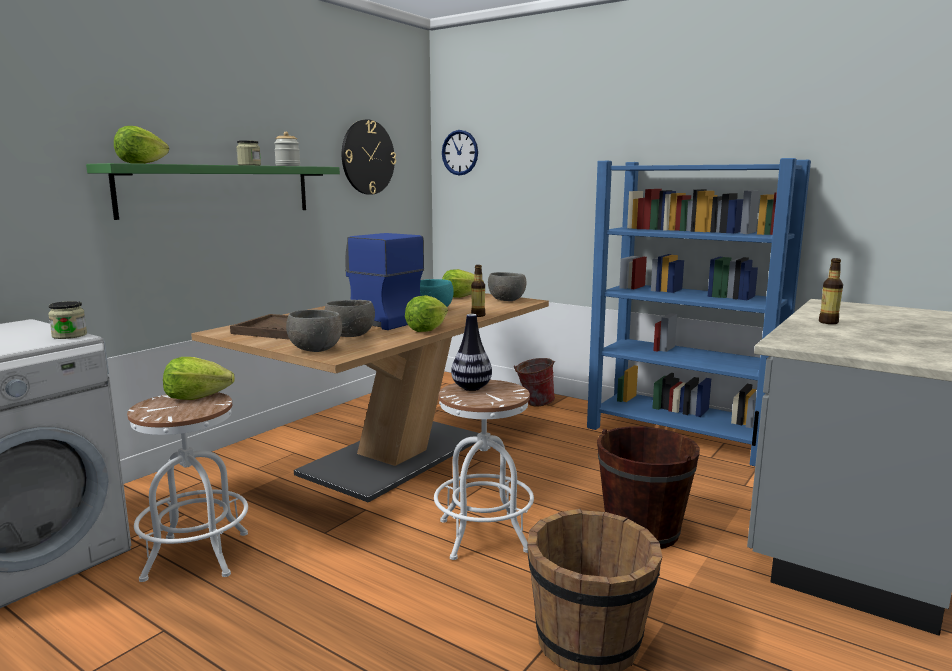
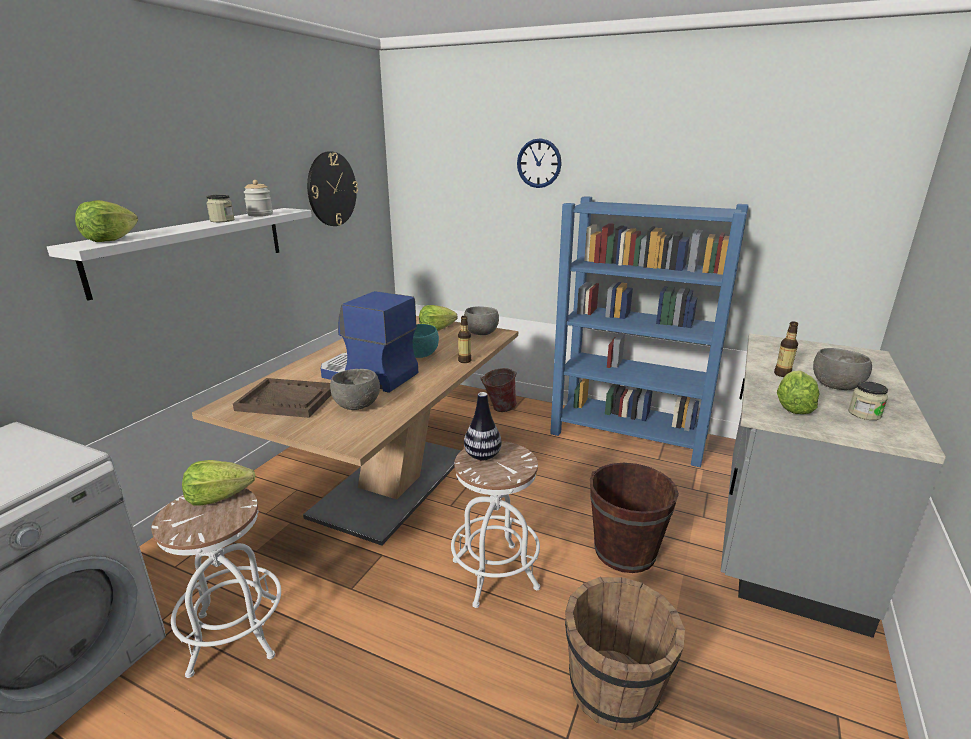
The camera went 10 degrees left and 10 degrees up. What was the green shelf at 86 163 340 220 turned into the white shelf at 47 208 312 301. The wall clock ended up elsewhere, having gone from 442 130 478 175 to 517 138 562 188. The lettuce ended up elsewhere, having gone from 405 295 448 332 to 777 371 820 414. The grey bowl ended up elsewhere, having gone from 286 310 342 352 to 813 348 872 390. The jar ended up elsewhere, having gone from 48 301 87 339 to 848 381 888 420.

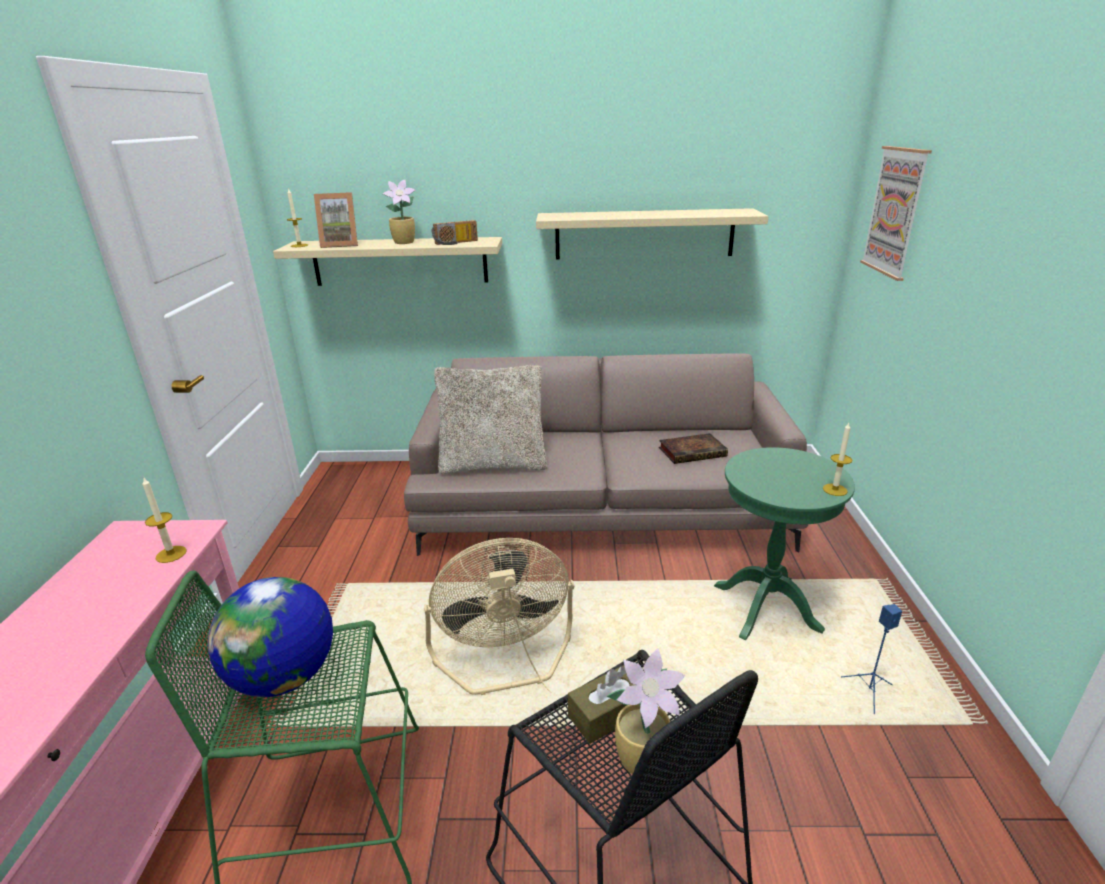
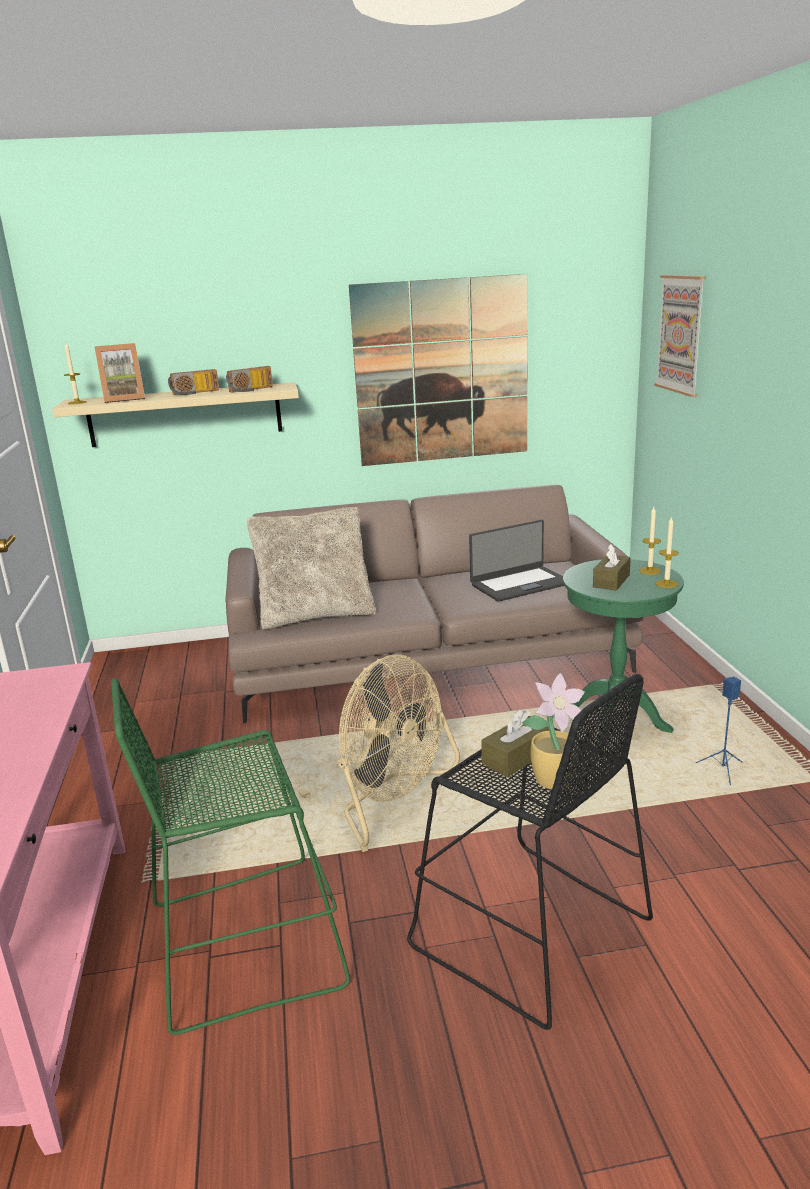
The camera went 10 degrees left and 5 degrees down. Where the potted plant stood at 383 180 416 244, the radio came to stand at 168 369 219 395. The beige fan at 424 538 574 731 ended up facing another way, 150 degrees clockwise from before. Where the beige shelf hung at 536 208 769 260, the picture came to hang at 349 274 528 466. Where the book stood at 659 433 728 464, the laptop came to stand at 469 520 564 602. The second view gained the brown tissue box at 593 544 631 591. The candle ended up elsewhere, having gone from 142 476 187 563 to 639 507 661 575. The second view lost the globe at 207 577 333 697.

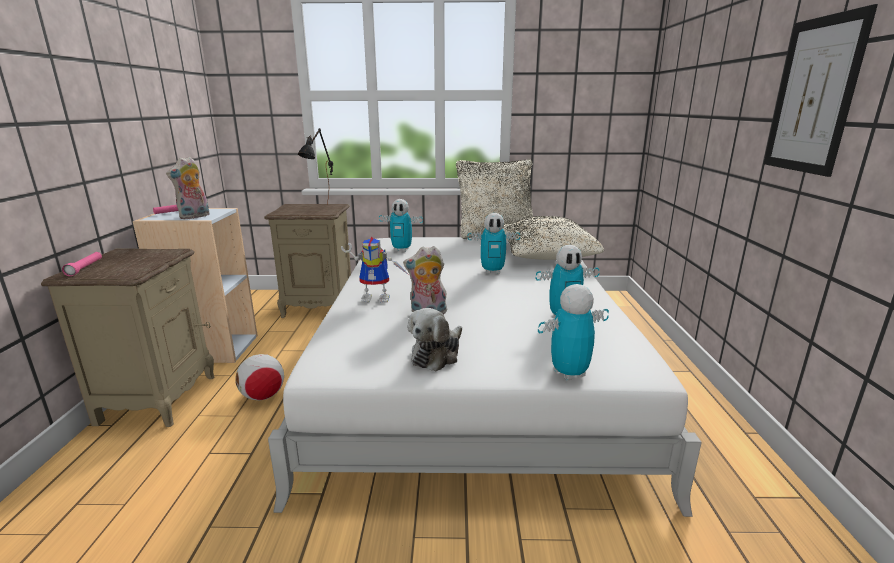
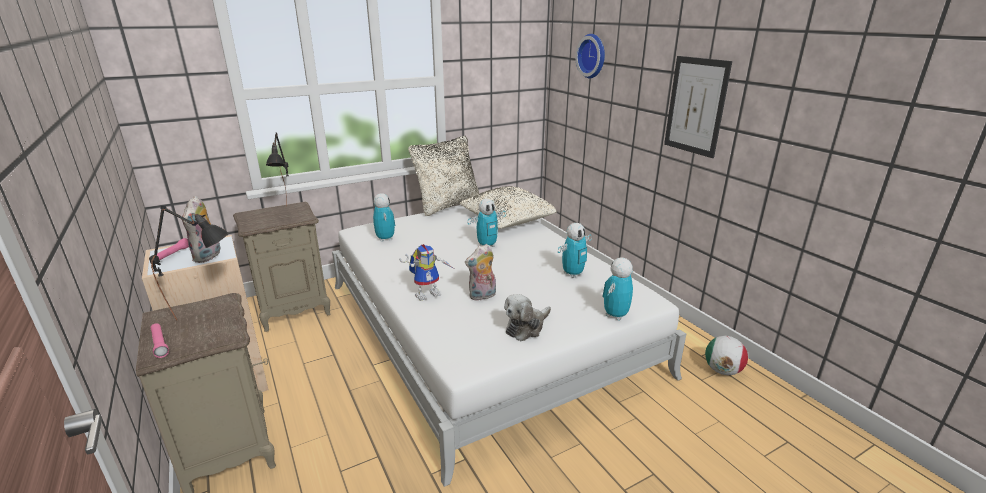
The camera went 30 degrees left and 5 degrees up. The second view gained the black table lamp at 149 205 229 321. The toy robot at 379 199 423 252 ended up facing another way, 90 degrees counterclockwise from before. The plush toy at 408 308 462 371 ended up facing another way, 45 degrees clockwise from before. The second view gained the wall clock at 575 34 605 78. The football ended up elsewhere, having gone from 235 354 284 401 to 705 336 748 375.

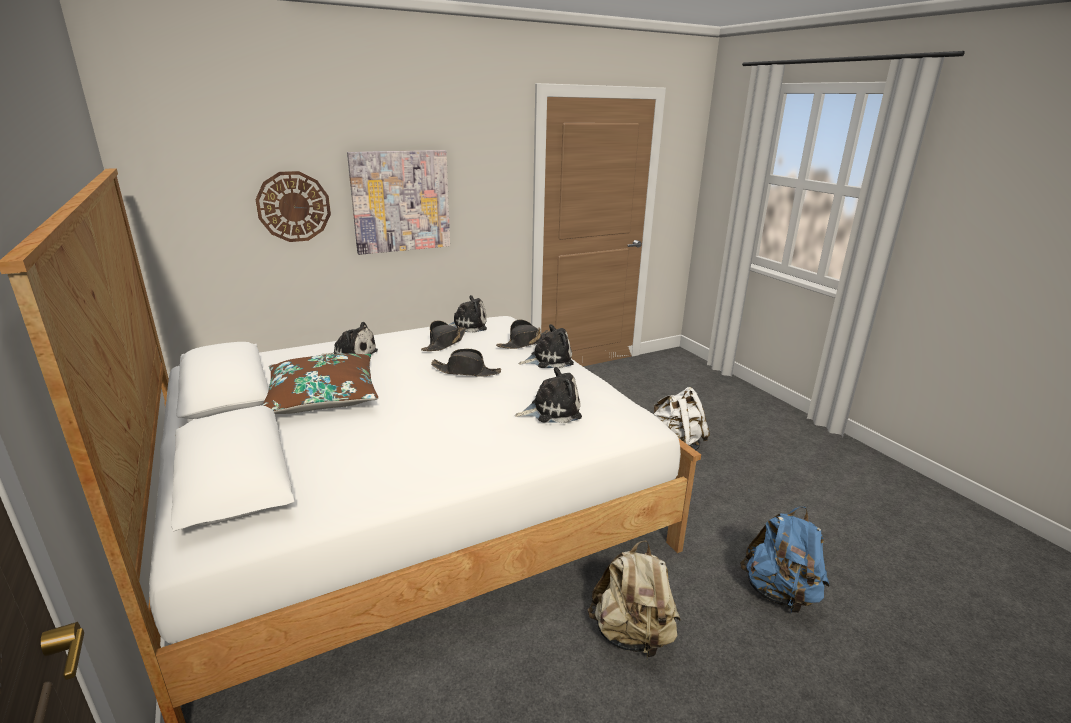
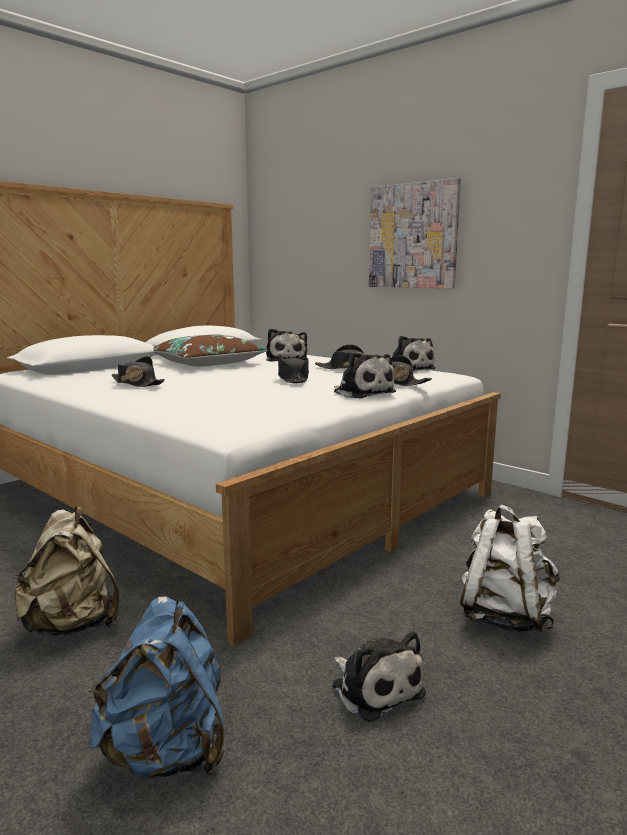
The camera went 70 degrees right and 10 degrees down. The second view gained the black hat at 112 356 165 387. The plush toy ended up elsewhere, having gone from 515 367 582 423 to 332 631 426 722. The second view lost the wall clock at 255 171 331 242.

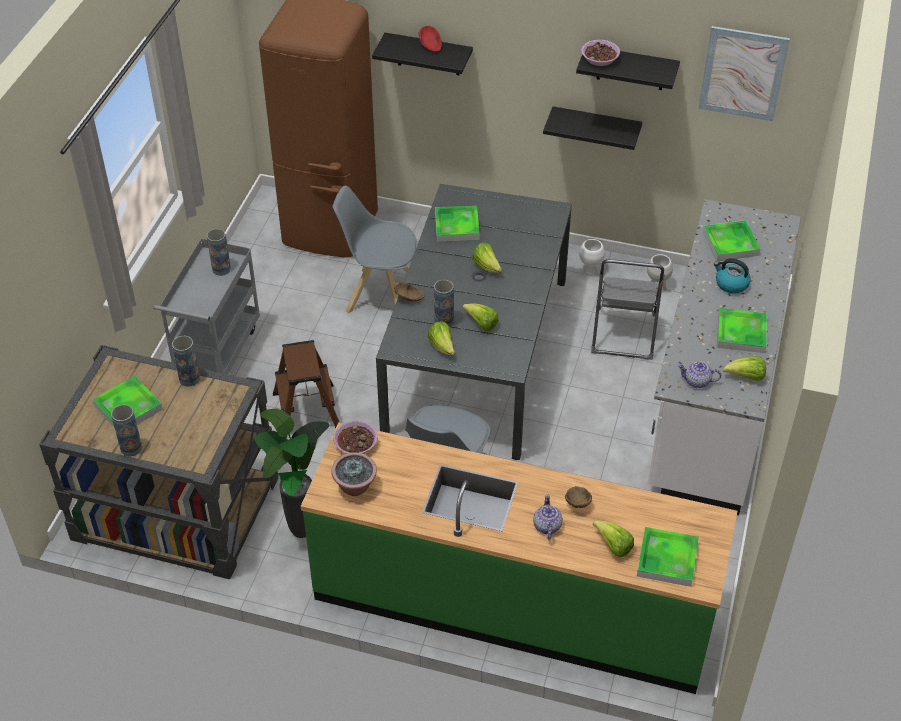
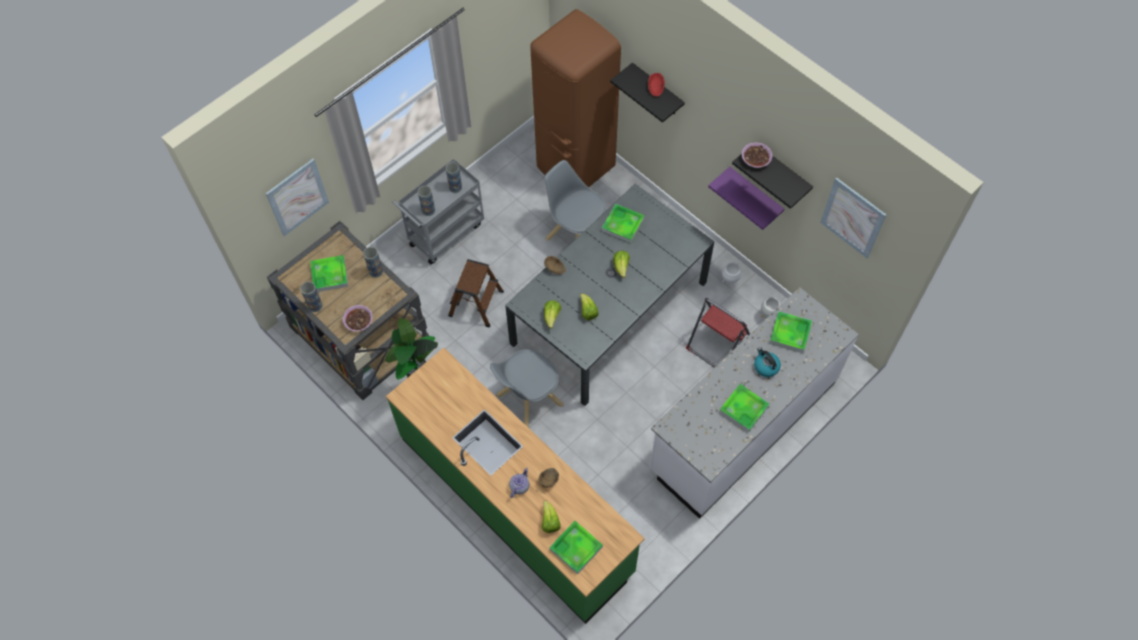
The camera went 30 degrees right and 15 degrees up. The second view gained the picture at 266 159 329 236. The bowl ended up elsewhere, having gone from 333 420 378 454 to 343 305 373 331. The vase ended up elsewhere, having gone from 434 280 454 327 to 418 186 435 216. What was the grey step ladder at 591 259 664 360 turned into the red step ladder at 686 298 750 368. What was the black shelf at 543 106 642 150 turned into the purple shelf at 708 167 784 230. The second view lost the potted plant at 331 452 377 496. The second view lost the teapot at 678 361 721 388. The second view lost the lettuce at 723 356 766 381.

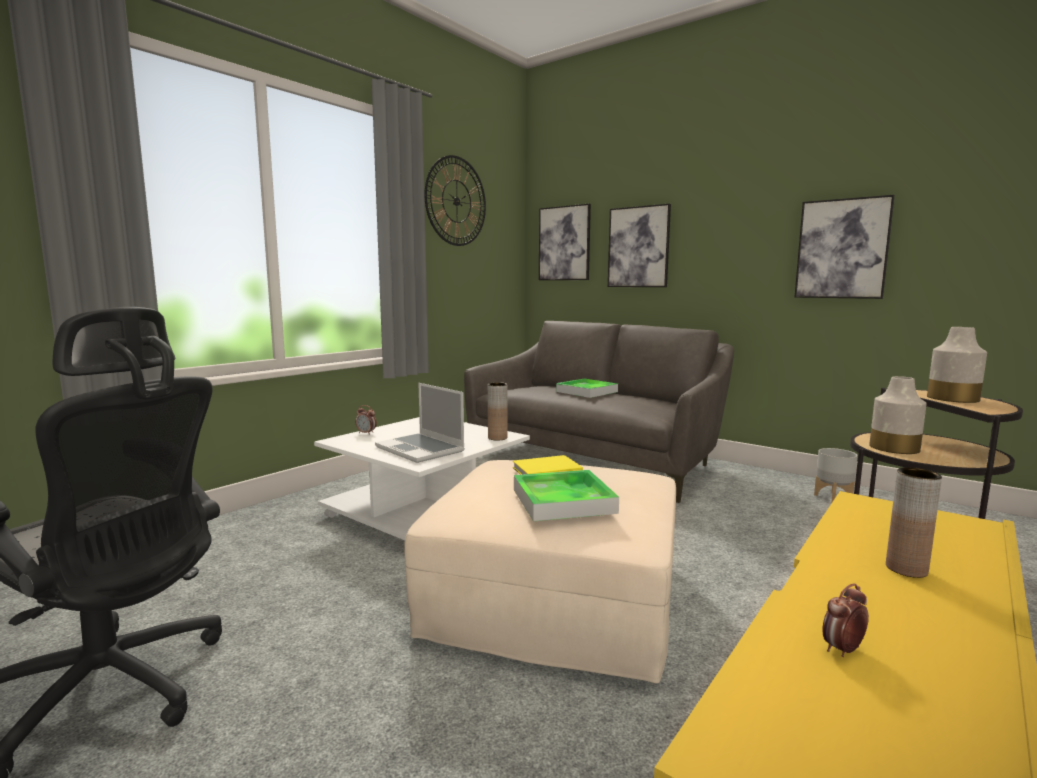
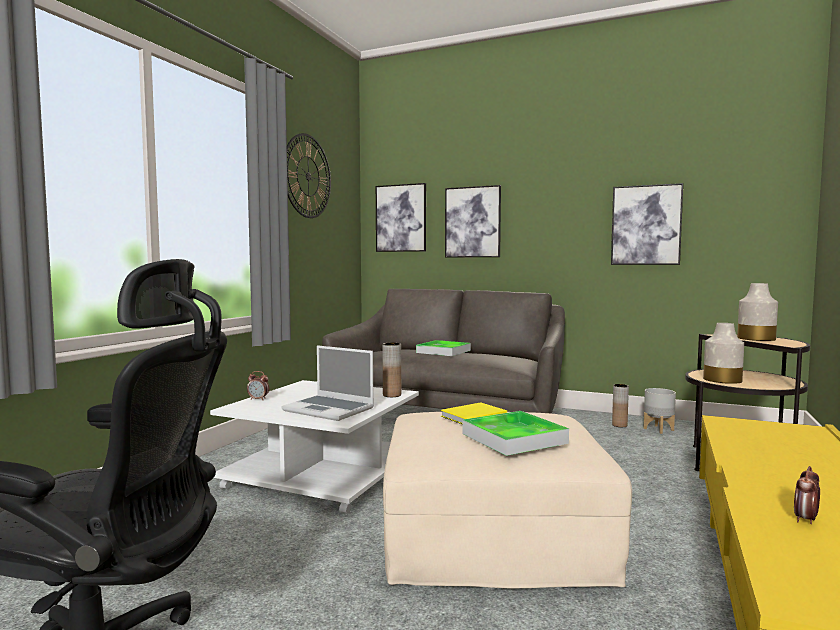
The camera went 15 degrees left and 5 degrees down. The brown vase ended up elsewhere, having gone from 886 467 942 578 to 612 384 629 427.

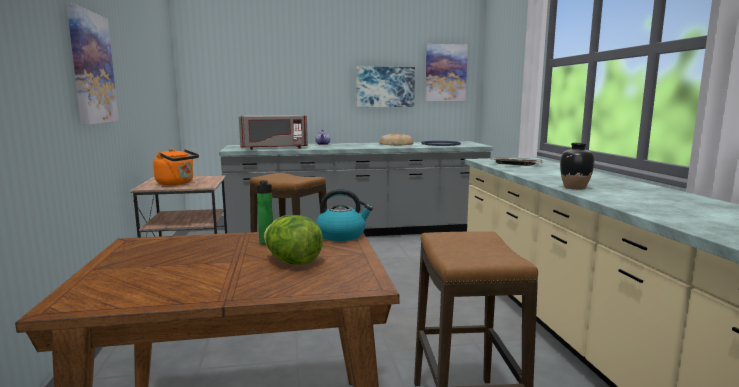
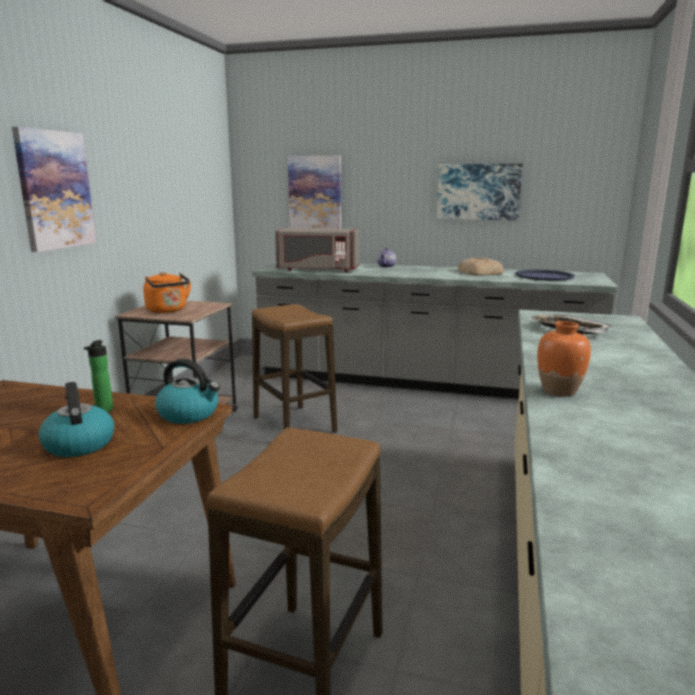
The camera went 25 degrees right and 5 degrees up. Where the lettuce stood at 264 215 323 264, the kettle came to stand at 39 382 114 457. The picture ended up elsewhere, having gone from 425 44 468 101 to 288 155 341 229. What was the black vase at 560 143 595 190 turned into the orange vase at 537 321 591 397.

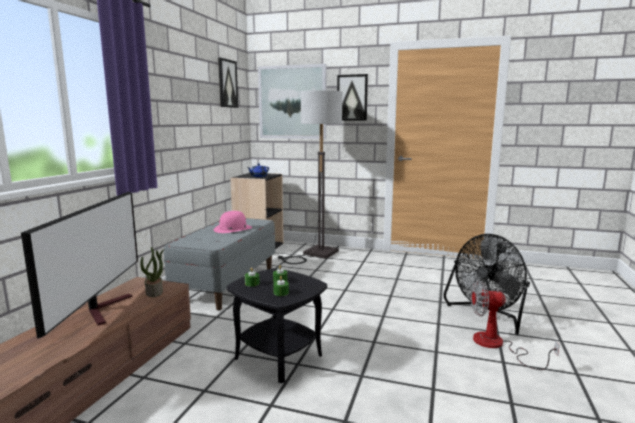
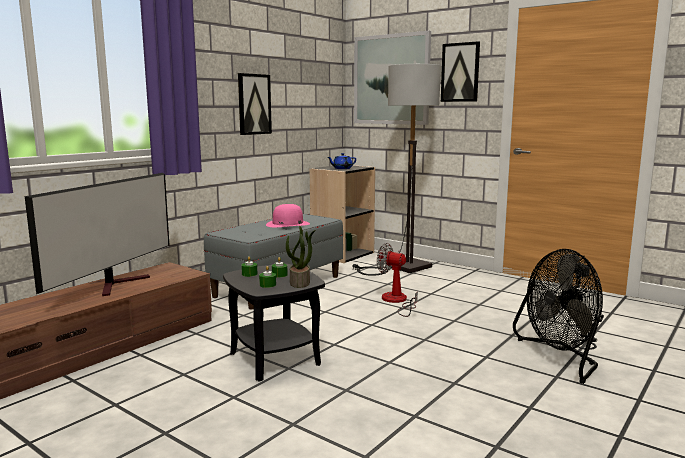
The camera went 20 degrees right and 0 degrees up. The picture ended up elsewhere, having gone from 218 57 238 108 to 238 73 272 135. The potted plant ended up elsewhere, having gone from 140 247 165 297 to 286 226 316 288. The fan ended up elsewhere, having gone from 471 281 560 370 to 377 243 418 317.

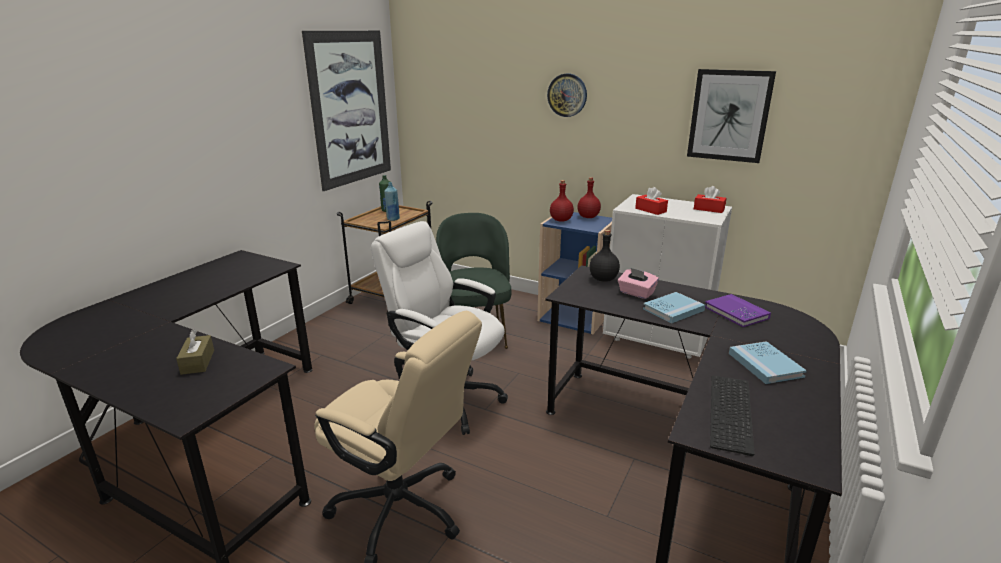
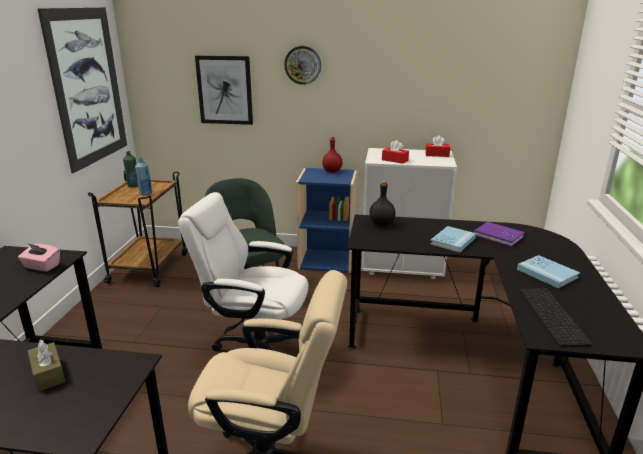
The camera went 20 degrees left and 0 degrees up. The pink tissue box ended up elsewhere, having gone from 618 268 659 299 to 18 243 60 272. The picture ended up elsewhere, having gone from 687 69 776 163 to 195 56 253 125. The second view lost the red bottle at 550 180 574 222.

